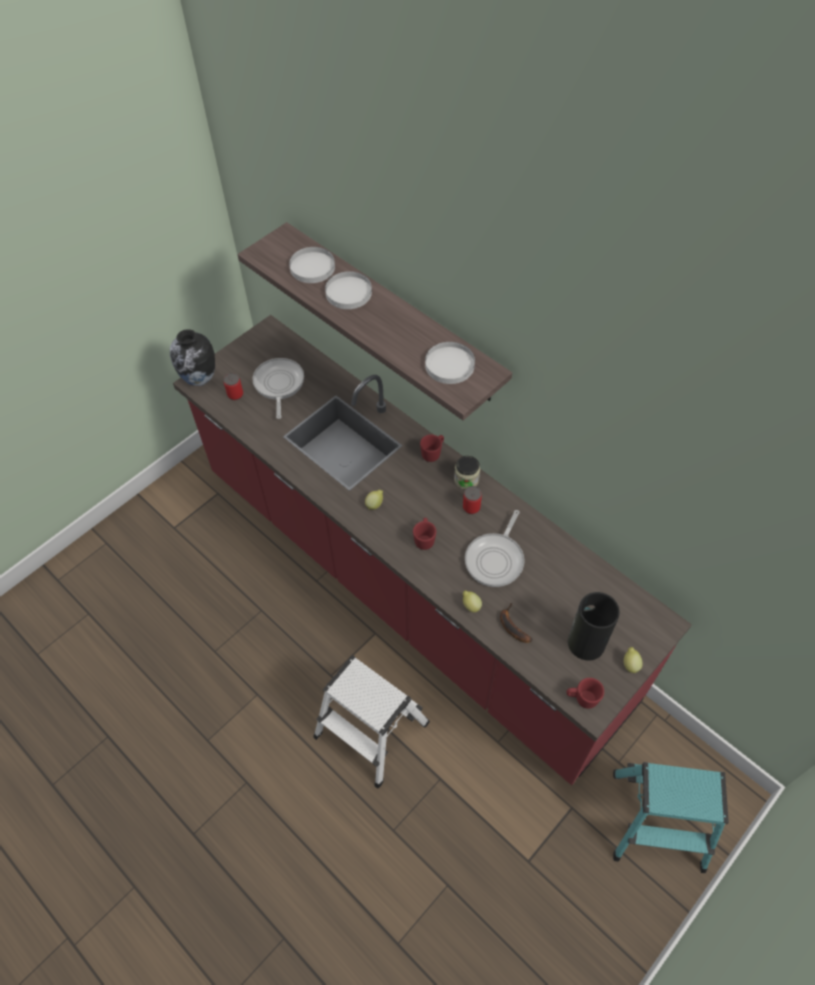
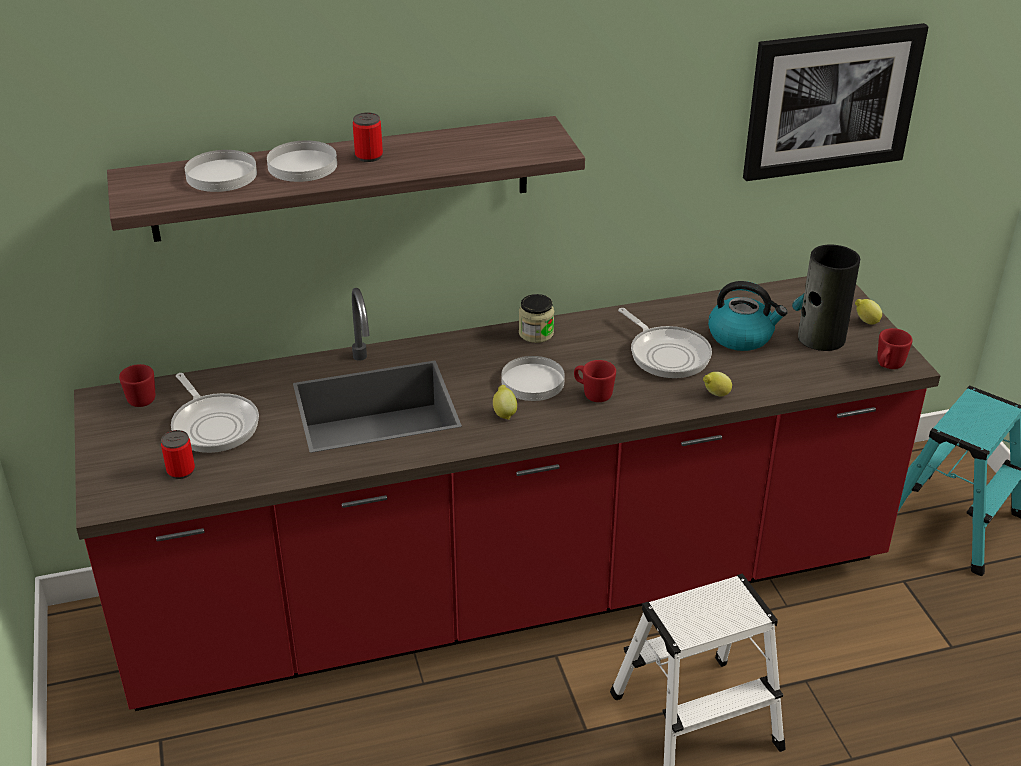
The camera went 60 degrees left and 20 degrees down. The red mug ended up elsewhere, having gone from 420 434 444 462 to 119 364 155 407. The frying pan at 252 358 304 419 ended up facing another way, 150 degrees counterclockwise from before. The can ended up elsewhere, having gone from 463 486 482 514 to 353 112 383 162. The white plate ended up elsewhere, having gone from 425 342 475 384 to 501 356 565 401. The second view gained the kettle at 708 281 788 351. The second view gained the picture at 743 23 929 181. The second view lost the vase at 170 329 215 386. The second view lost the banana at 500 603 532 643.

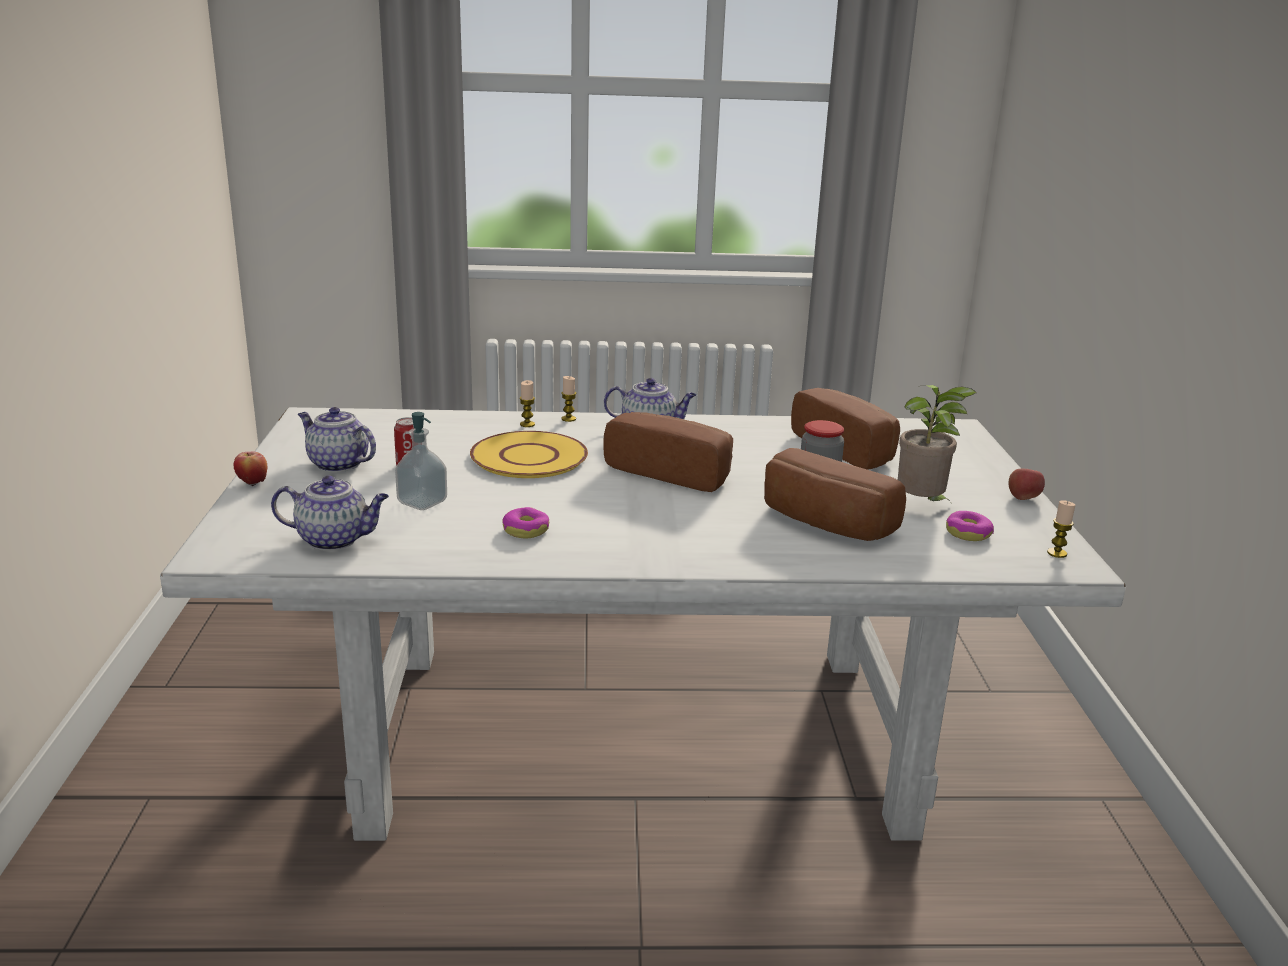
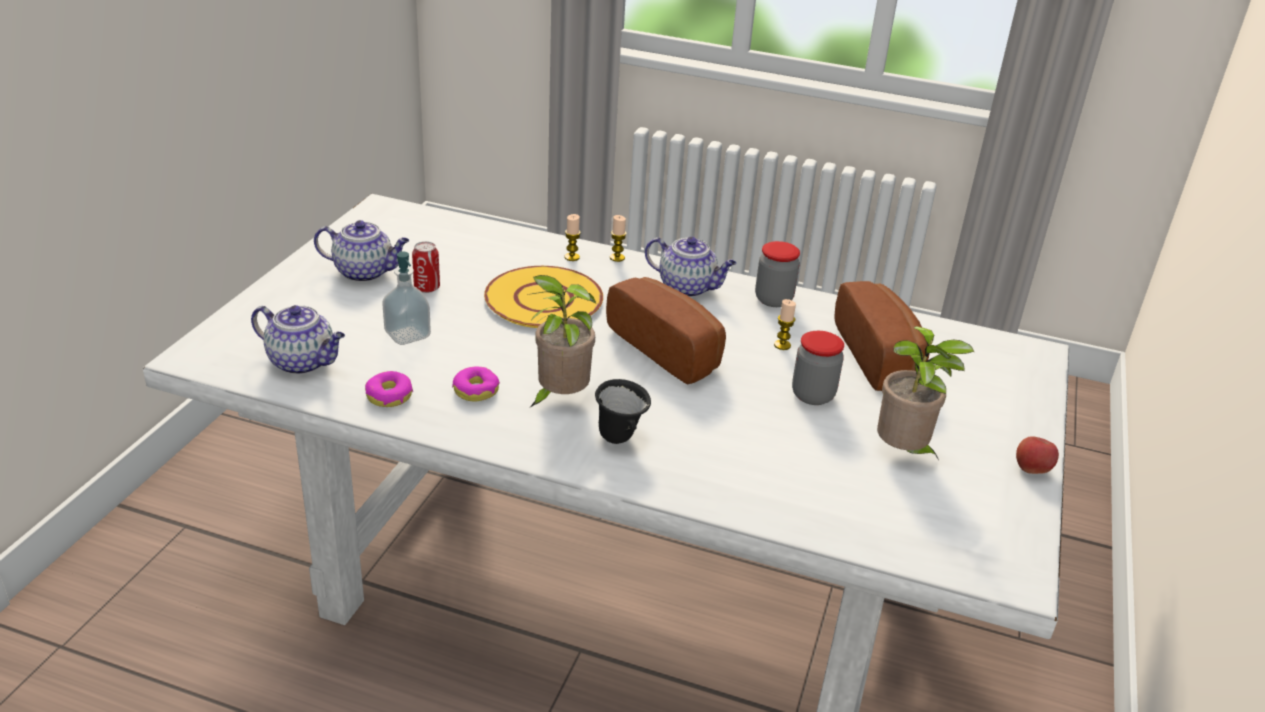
The camera went 20 degrees right and 10 degrees up. The teapot at 298 407 376 472 ended up facing another way, 135 degrees clockwise from before. The donut ended up elsewhere, having gone from 946 511 994 541 to 365 371 413 407. The second view gained the potted plant at 527 275 596 407. The second view gained the black mug at 595 379 651 444. The second view gained the jar at 755 241 800 307. The candle ended up elsewhere, having gone from 1047 500 1075 558 to 774 299 796 350. The second view lost the apple at 233 452 267 486. The second view lost the bread at 764 448 906 541.

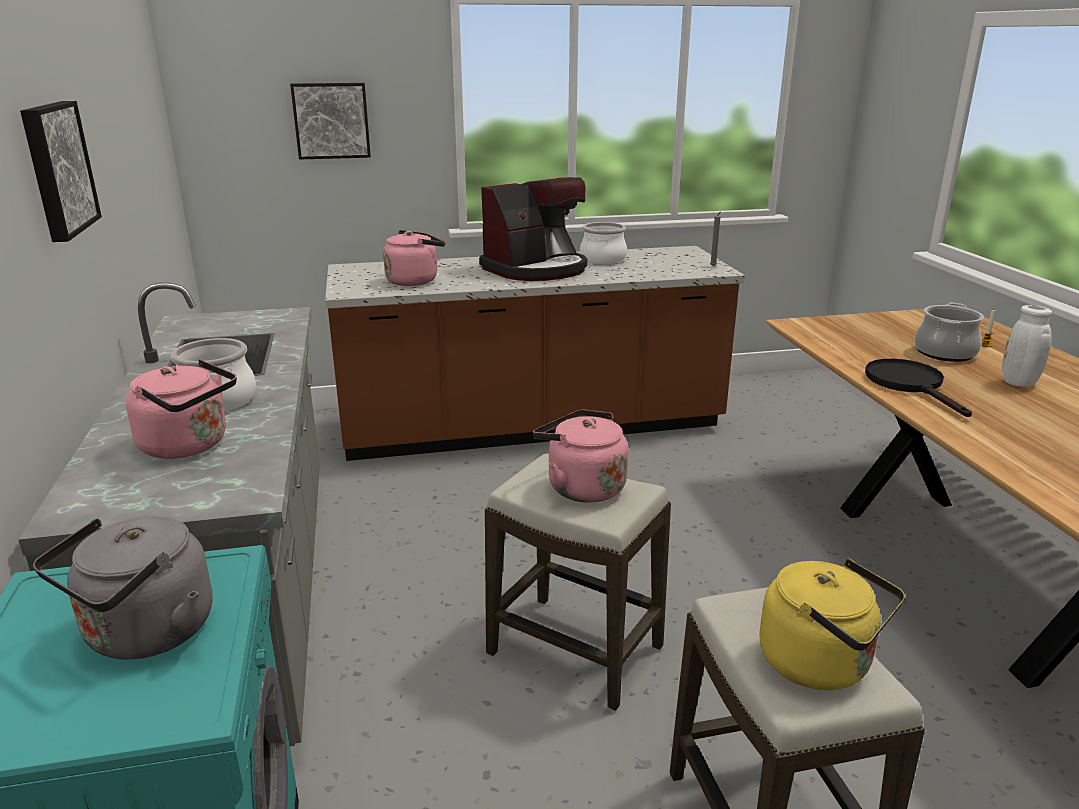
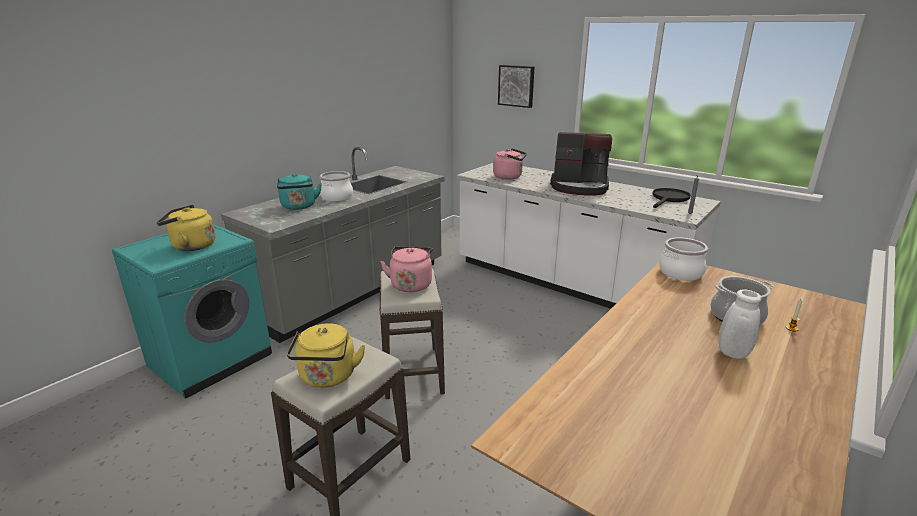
The camera went 50 degrees right and 0 degrees up. What was the grey kettle at 33 516 213 660 turned into the yellow kettle at 156 205 216 251. What was the pink kettle at 126 359 237 459 turned into the turquoise kettle at 277 173 322 210. What was the brown counter at 325 246 745 461 turned into the white counter at 456 163 721 309. The black frying pan ended up elsewhere, having gone from 865 359 972 417 to 652 188 691 208. The cooking pot ended up elsewhere, having gone from 580 222 627 265 to 659 238 708 281. The second view lost the picture at 20 101 102 242.

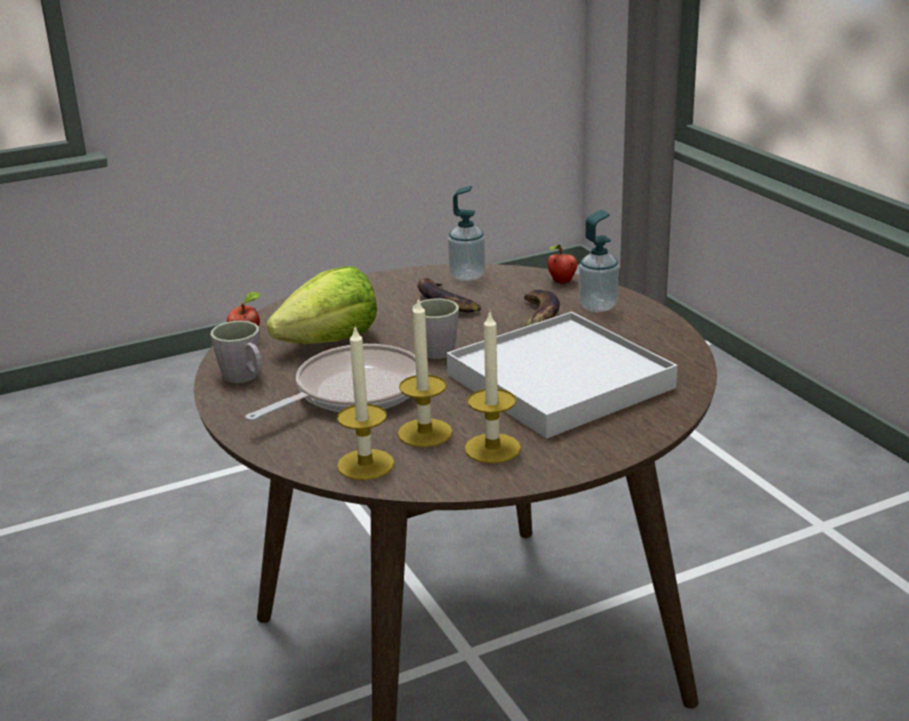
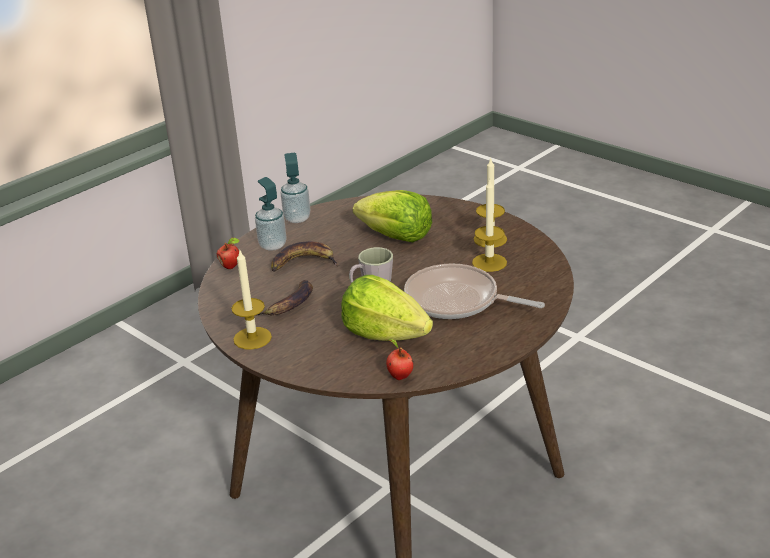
The camera went 110 degrees left and 5 degrees up. The candle ended up elsewhere, having gone from 337 327 394 480 to 232 249 272 350. The soap dispenser ended up elsewhere, having gone from 448 186 485 281 to 280 153 310 223. Where the white tray stood at 447 312 678 439, the lettuce came to stand at 353 190 432 242. The second view lost the grey mug at 210 321 262 383.

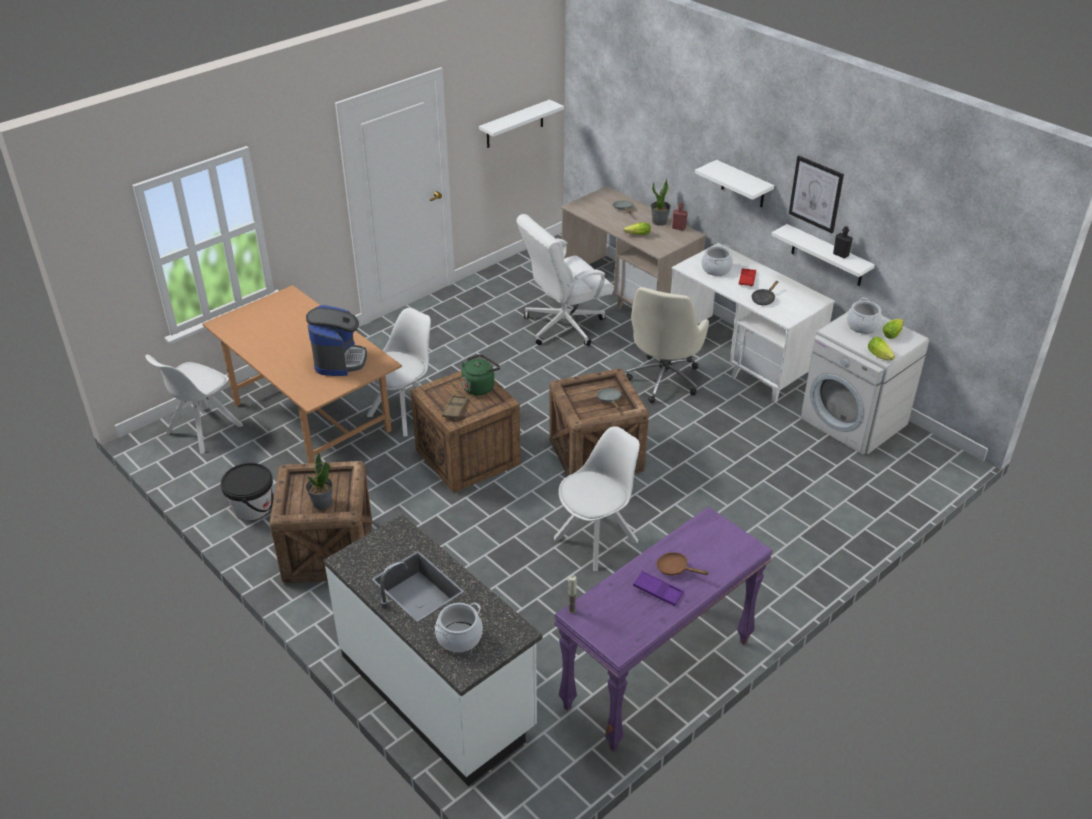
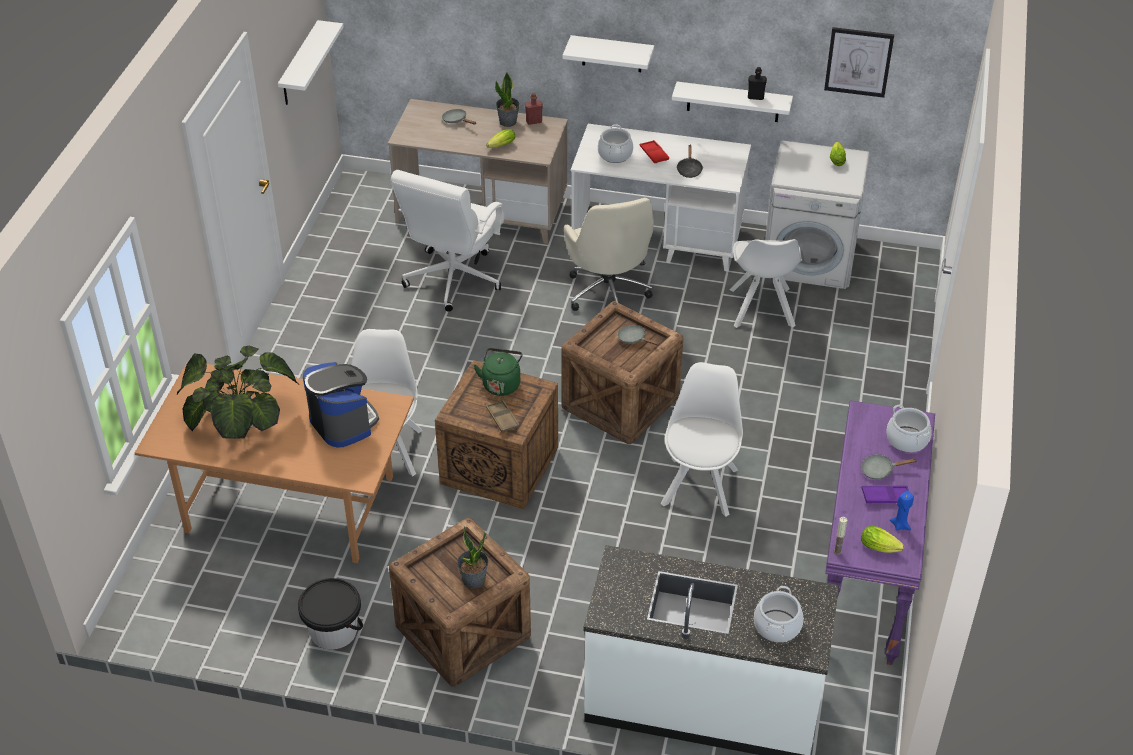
The camera went 35 degrees left and 5 degrees up. The second view gained the potted plant at 177 346 298 439. The white chair ended up elsewhere, having gone from 146 355 243 454 to 730 239 802 328. The picture ended up elsewhere, having gone from 789 156 844 233 to 824 27 894 98. What was the brown frying pan at 656 552 708 575 turned into the grey frying pan at 861 454 916 479. The lettuce ended up elsewhere, having gone from 868 337 895 360 to 861 526 904 553. The cooking pot ended up elsewhere, having gone from 847 298 882 334 to 887 405 932 452. The second view gained the blue candle at 890 490 914 531.

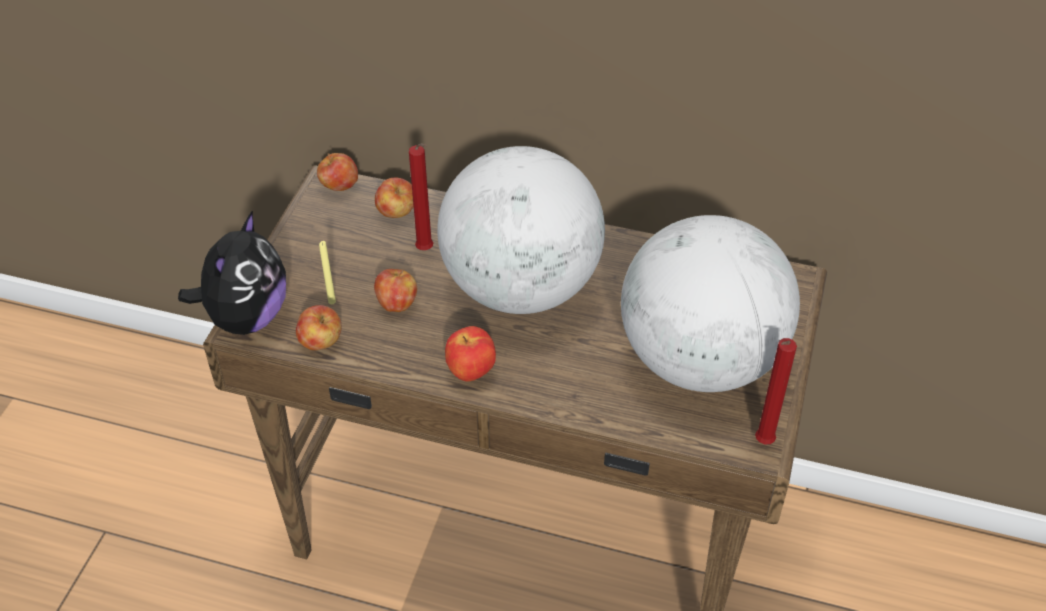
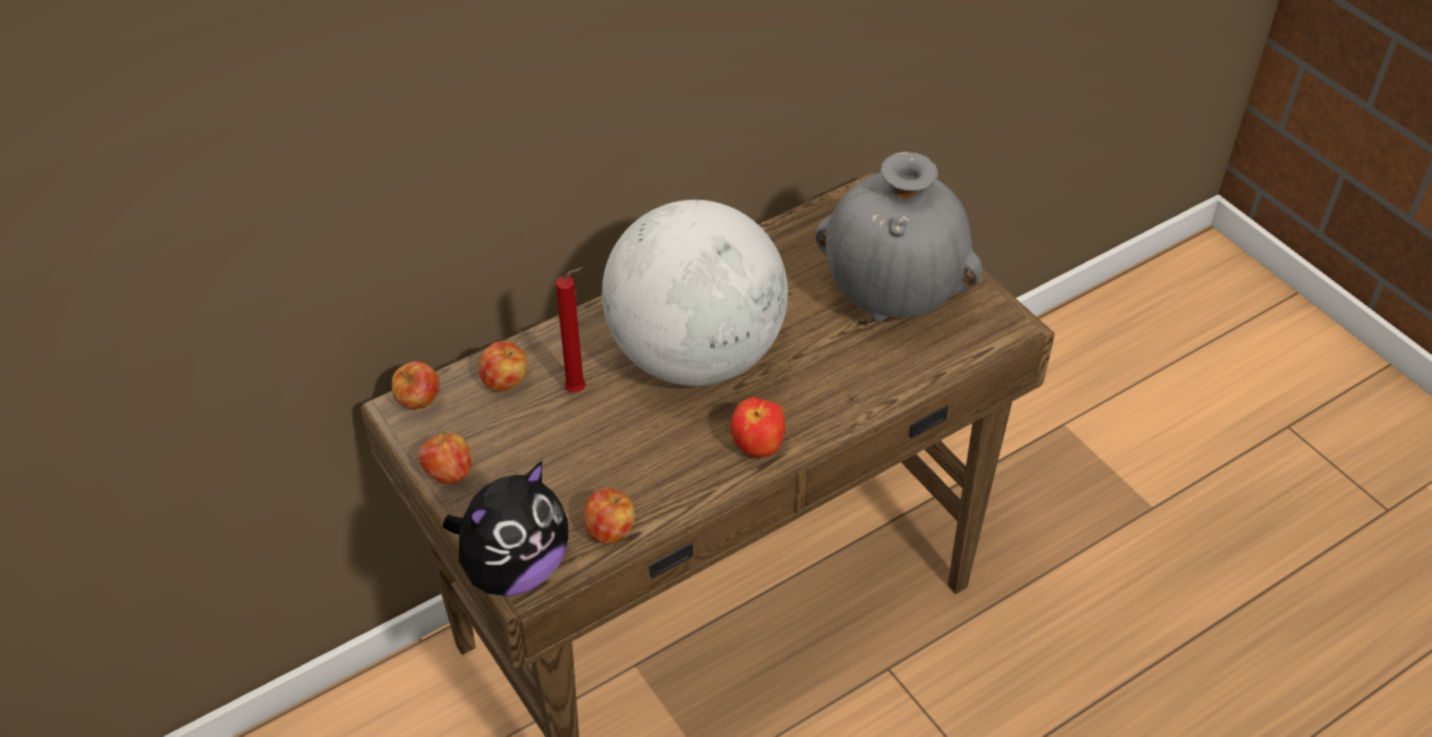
The camera went 50 degrees left and 0 degrees up. The apple ended up elsewhere, having gone from 374 269 417 312 to 419 432 471 484. The plush toy at 178 210 286 335 ended up facing another way, 75 degrees clockwise from before. Where the globe stood at 621 215 800 392, the grey vase came to stand at 815 152 983 322. The second view lost the yellow candle at 319 241 336 304. The second view lost the red candle at 755 338 797 444.

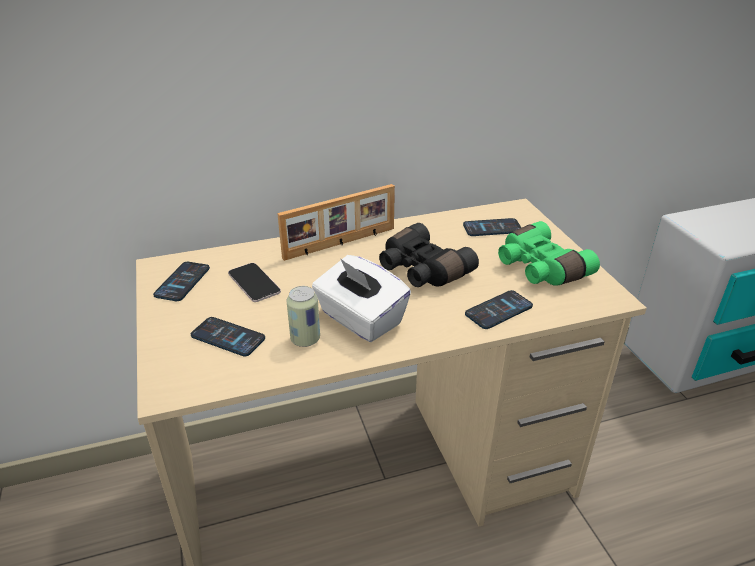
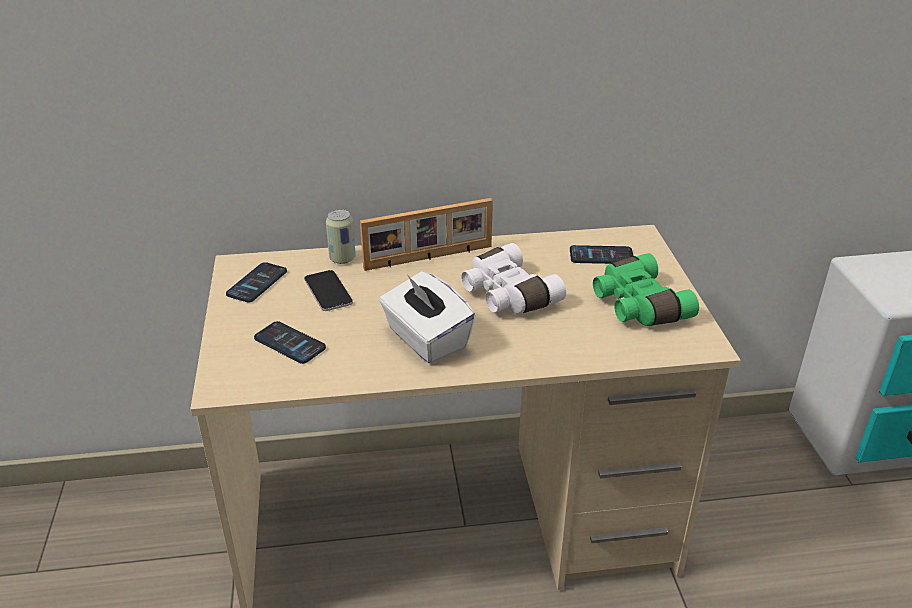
The camera went 10 degrees right and 0 degrees up. The can ended up elsewhere, having gone from 286 286 320 347 to 326 209 356 264. What was the black binoculars at 379 223 479 287 turned into the white binoculars at 461 243 566 314. The second view lost the phone at 465 290 533 329.

